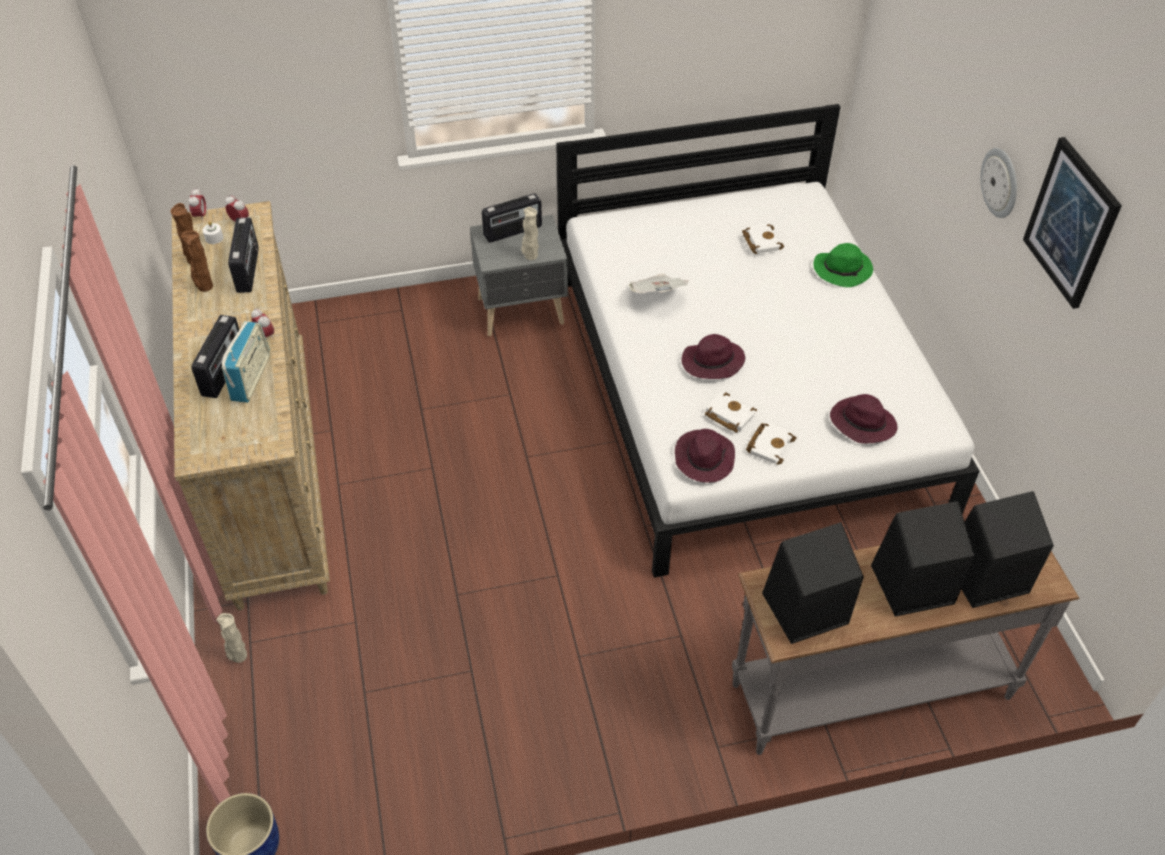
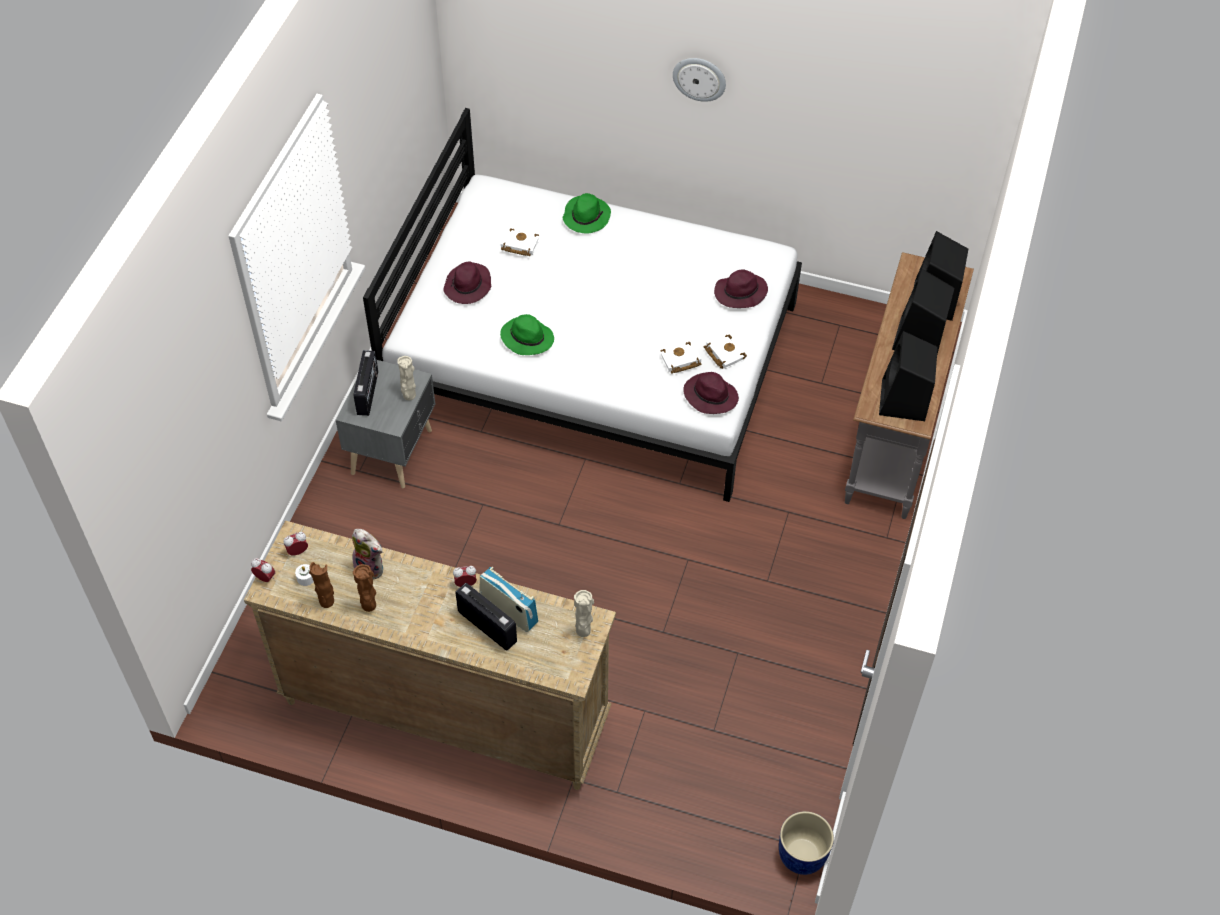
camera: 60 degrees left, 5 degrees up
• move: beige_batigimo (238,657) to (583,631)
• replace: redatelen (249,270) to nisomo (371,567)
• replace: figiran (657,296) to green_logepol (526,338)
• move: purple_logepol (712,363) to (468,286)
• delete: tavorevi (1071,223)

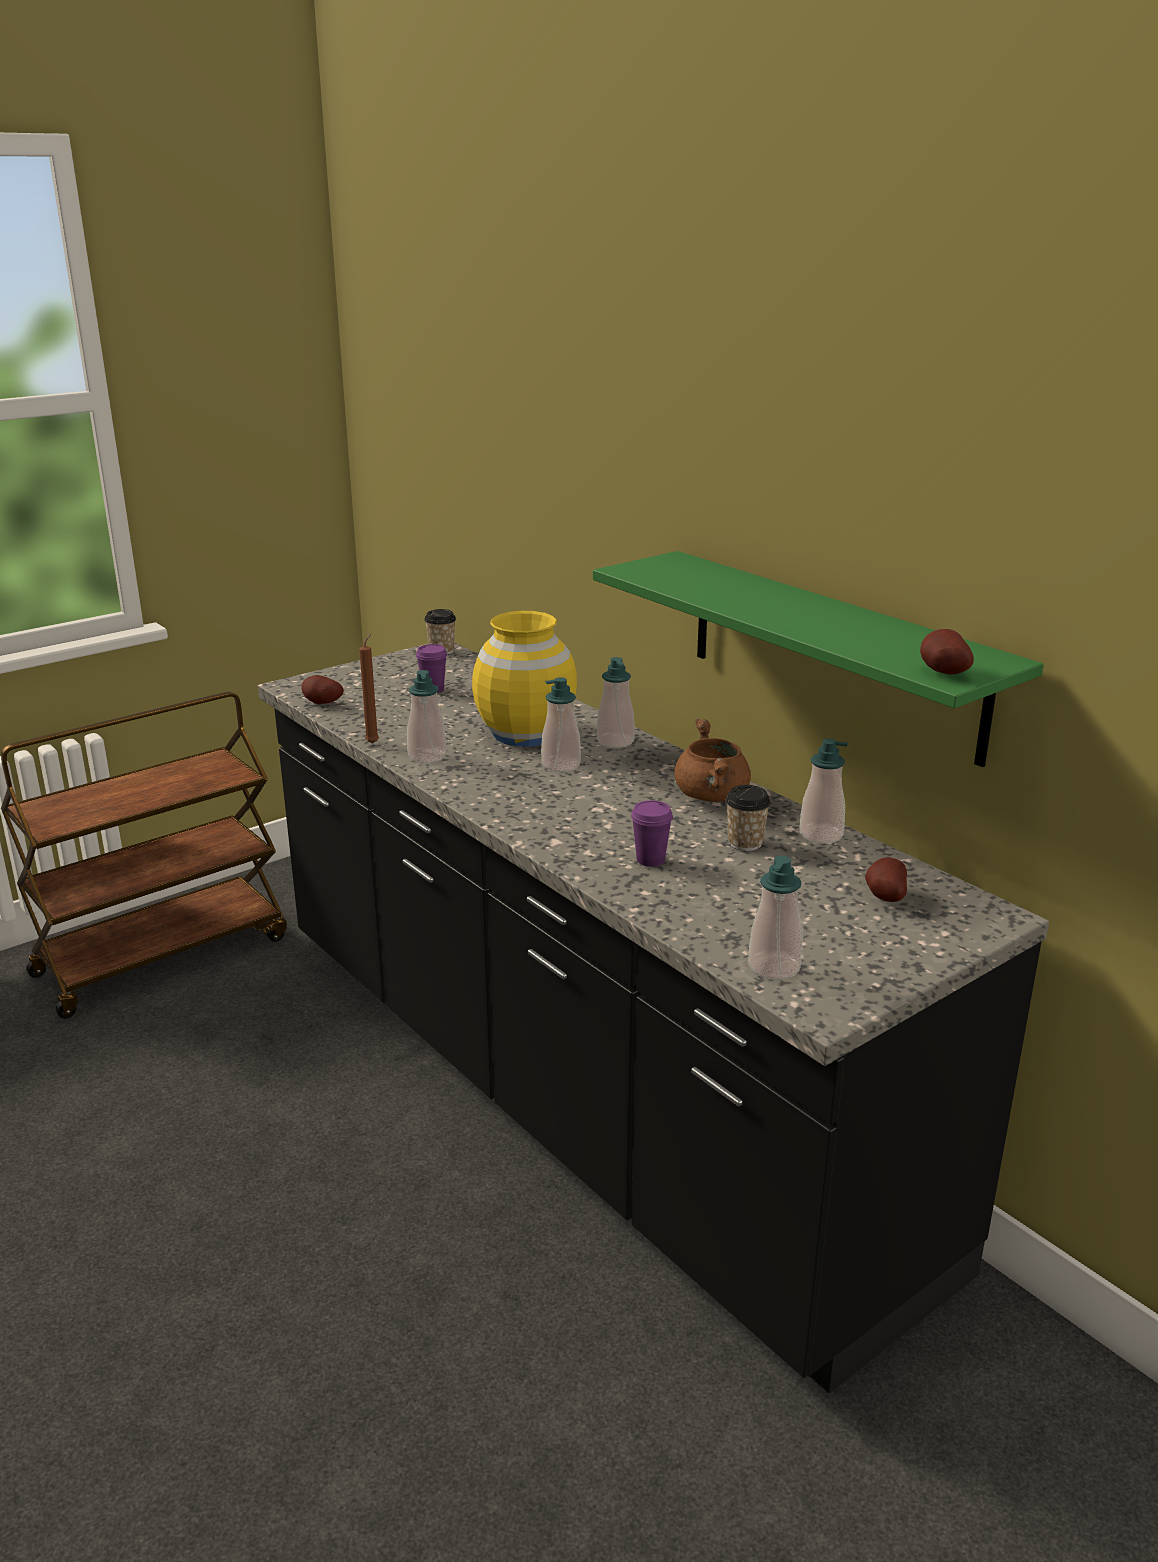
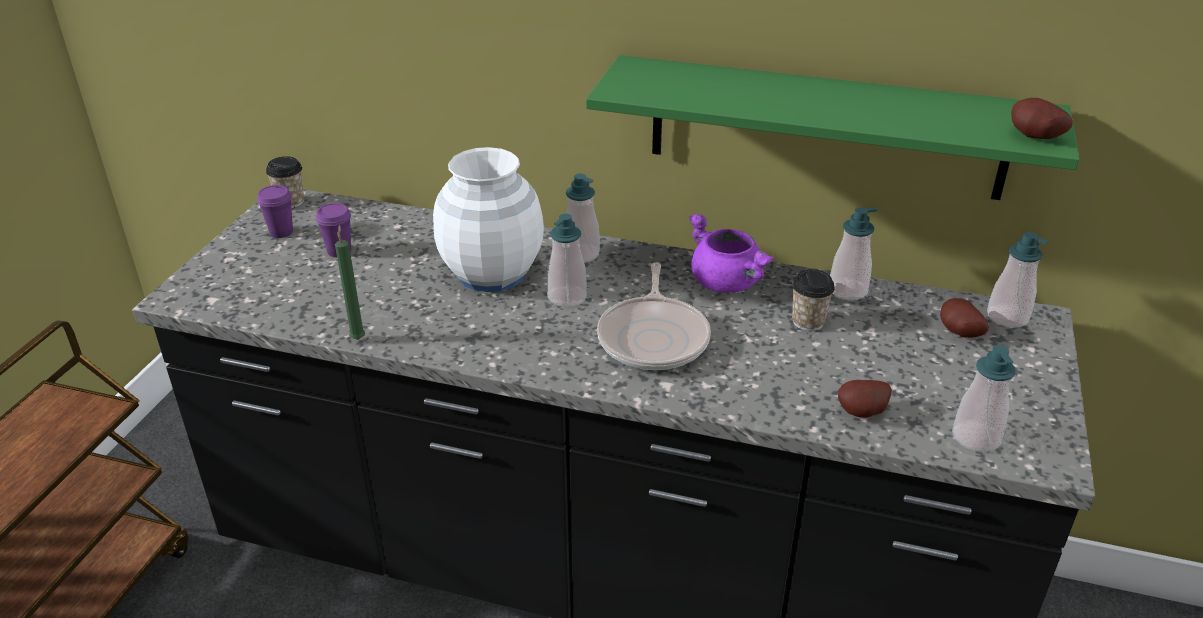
camera: 35 degrees left, 10 degrees up
• move: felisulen (321,703) to (863,414)
• recolor: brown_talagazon (373,742) to green_talagazon (358,338)
• move: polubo (427,756) to (1007,317)
• recolor: yellow_batigimo (525,733) to white_batigimo (491,273)
• move: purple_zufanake (650,860) to (281,232)
• recolor: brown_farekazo (713,796) to purple_farekazo (727,283)
• insert: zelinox (654,337)

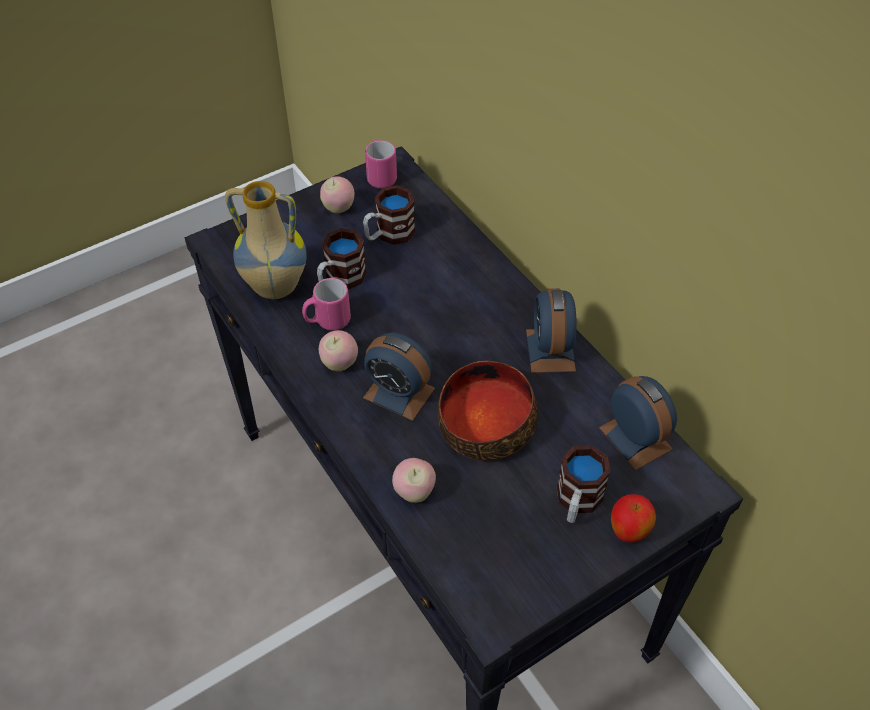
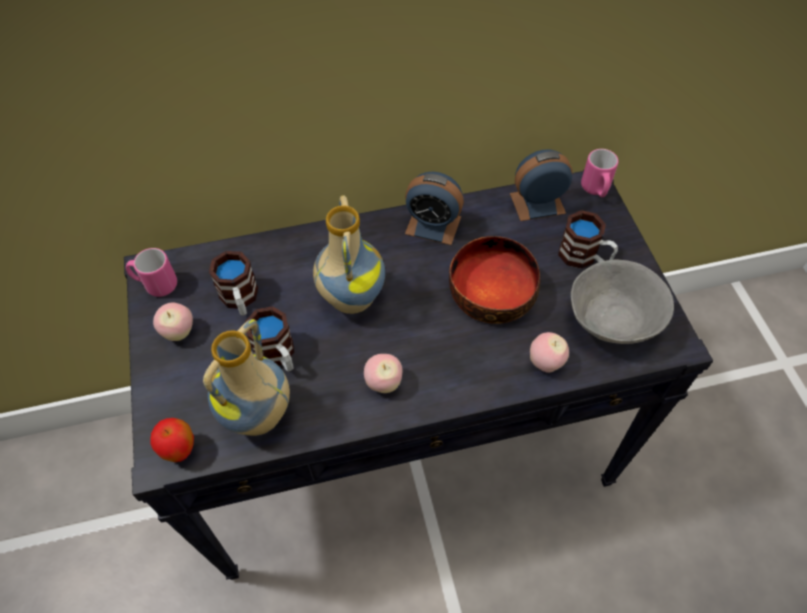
camera: 70 degrees left, 5 degrees up
• move: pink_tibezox (327,321) to (596,190)
• delete: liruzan (399,393)
• move: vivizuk (628,532) to (180,450)
• insert: batigimo (350,298)
• insert: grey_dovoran (612,320)

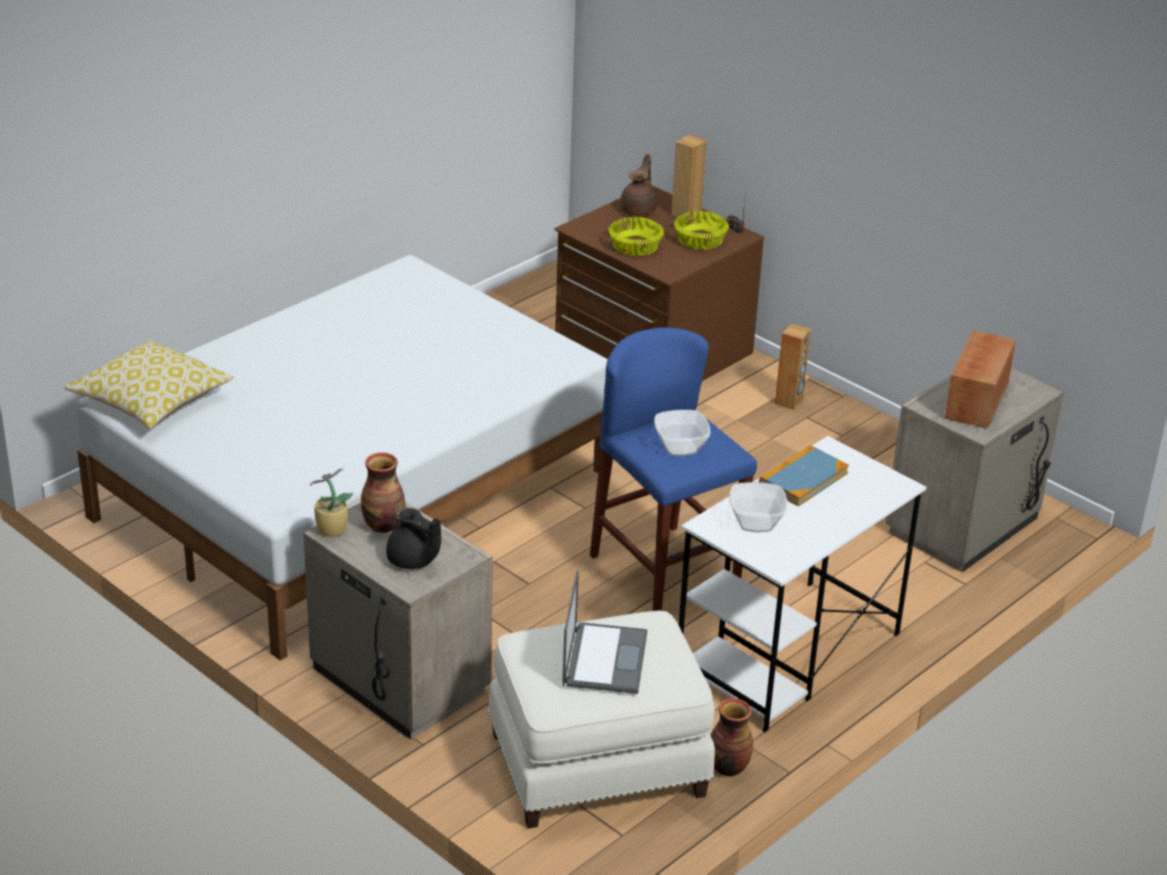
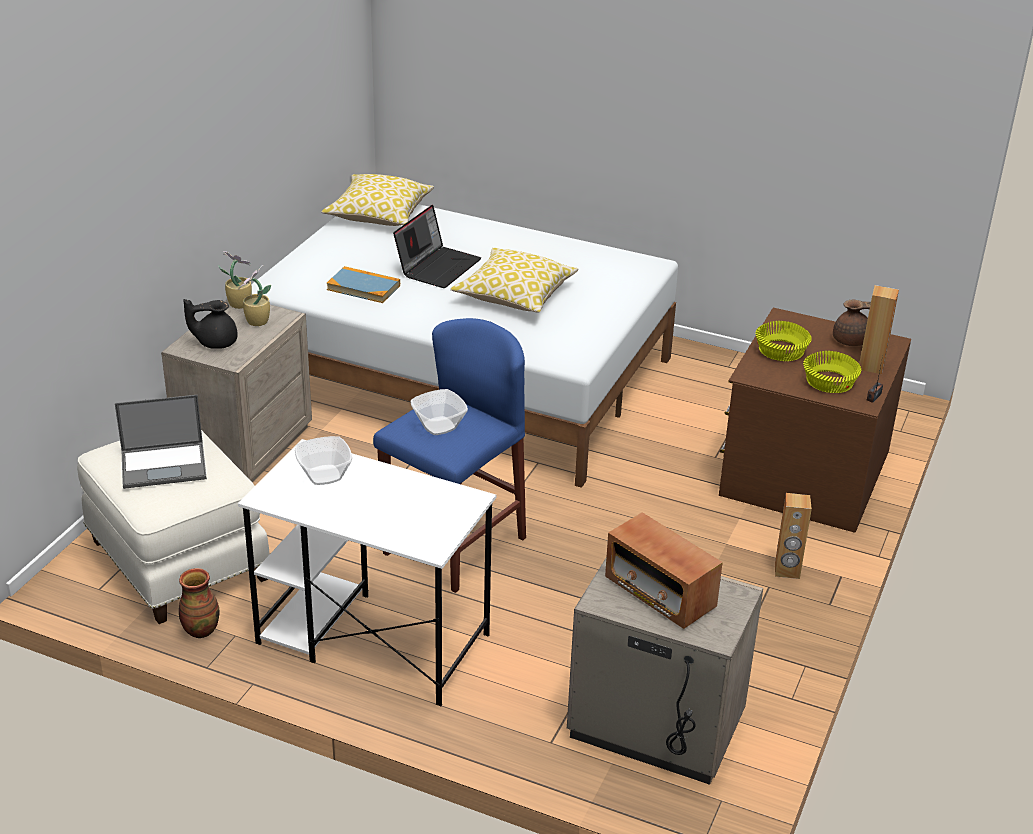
camera: 70 degrees right, 0 degrees up
• replace: batigimo (384,525) to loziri (256,322)
• rotate: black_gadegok (413,561) = (215,342) 60 degrees clockwise
• move: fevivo (803,479) to (363,287)
• rotate: redatelen (976,401) = (659,593) 135 degrees counterclockwise
• insert: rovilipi (438,266)
• insert: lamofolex (514,295)

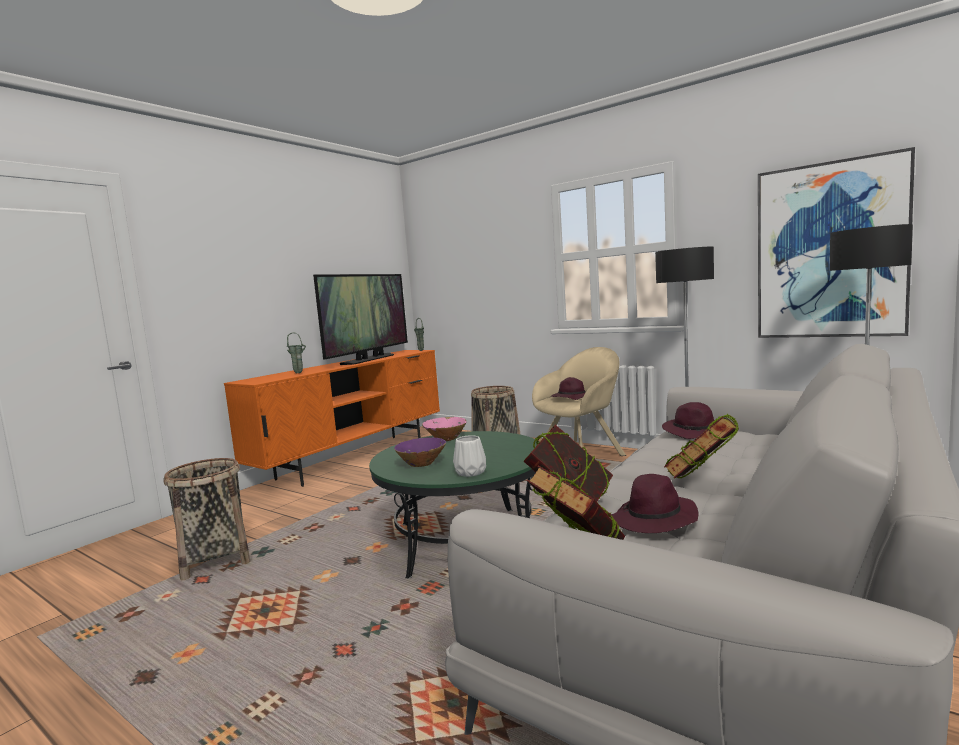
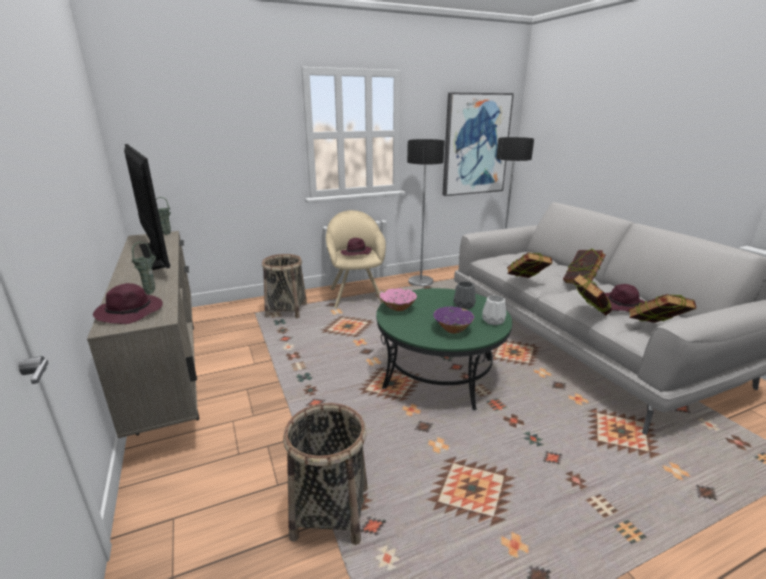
camera: 60 degrees left, 15 degrees up
• recolor: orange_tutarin (355,458) to beige_tutarin (170,371)
• move: purple_logepol (695,432) to (131,312)
• insert: grey_batigimo (464,305)
• insert: fevivo (526,282)

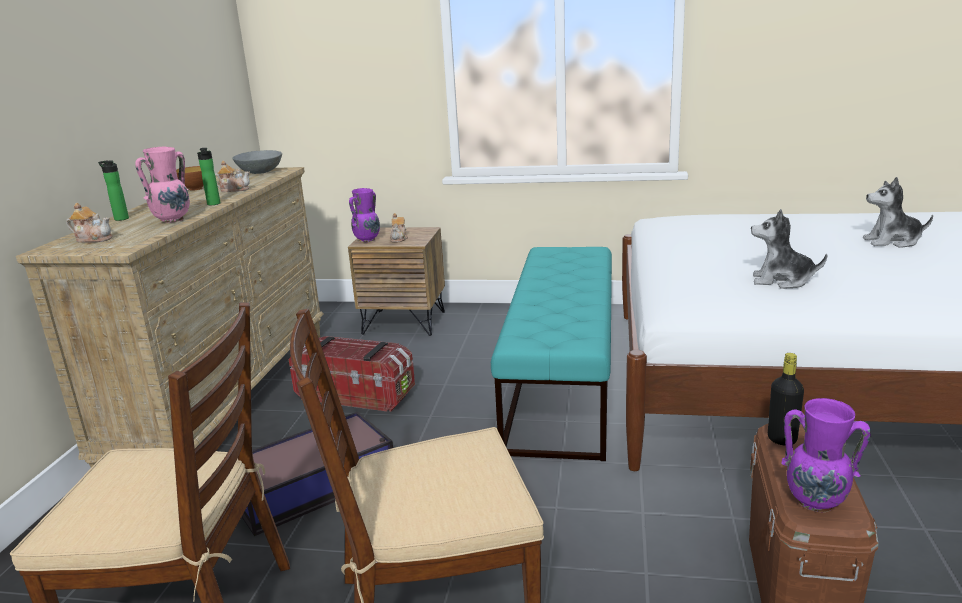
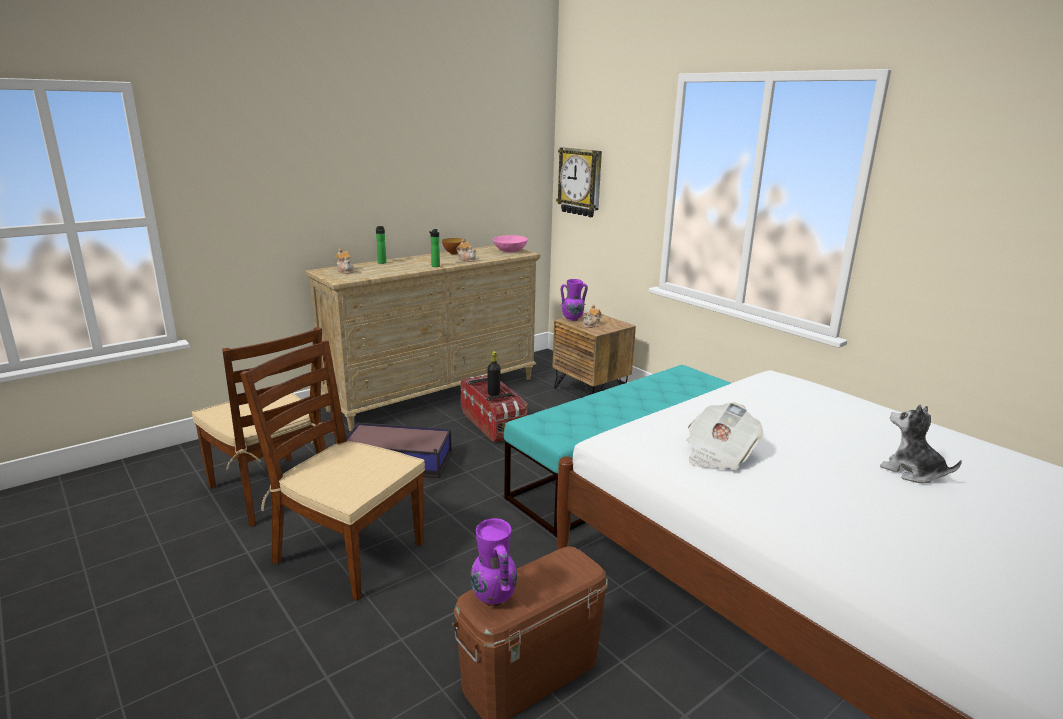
camera: 40 degrees right, 0 degrees up
• delete: pink_batigimo (173,220)
• recolor: grey_dovoran (259,172) to pink_dovoran (509,251)
• replace: nisomo (781,281) to figiran (718,454)
• move: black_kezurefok (782,439) to (493,393)
• insert: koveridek (580,182)

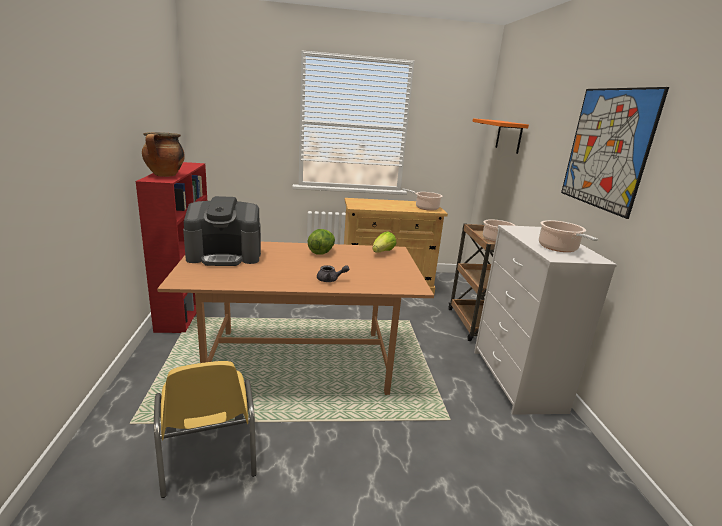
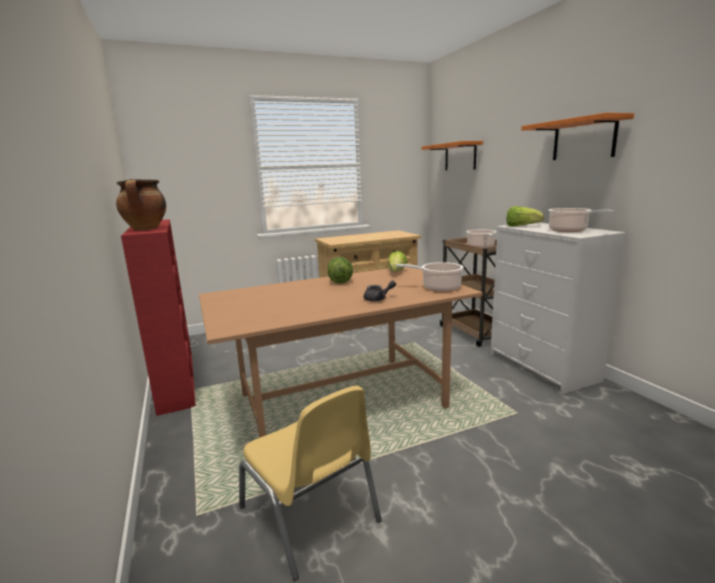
camera: 15 degrees left, 5 degrees down
• delete: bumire (225,255)
• move: farekazo (425,208) to (438,288)
• replace: tavorevi (607,149) to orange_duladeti (583,139)
• insert: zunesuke (521,226)

